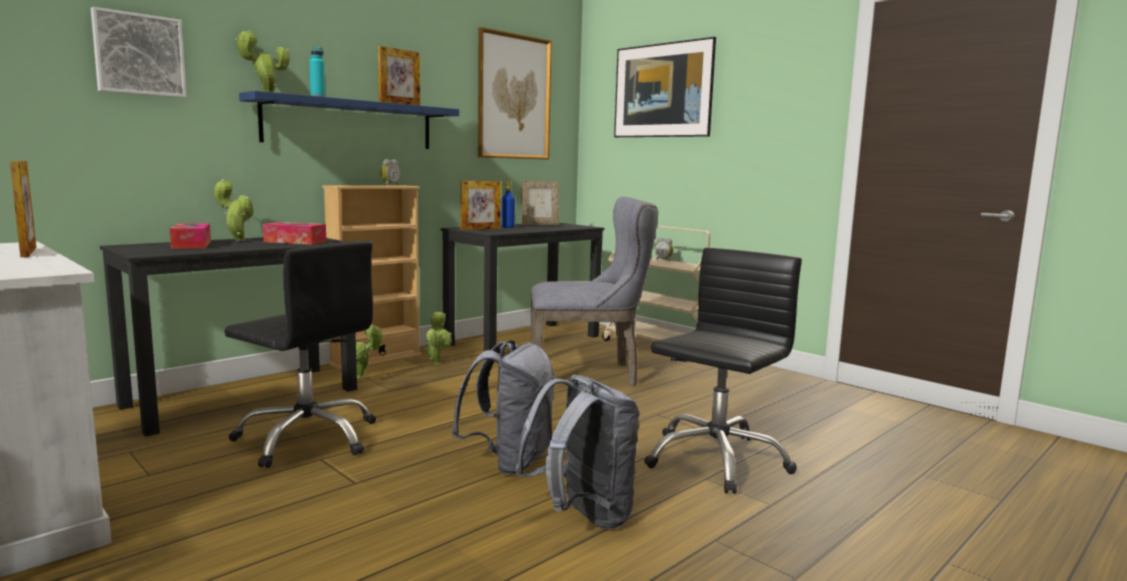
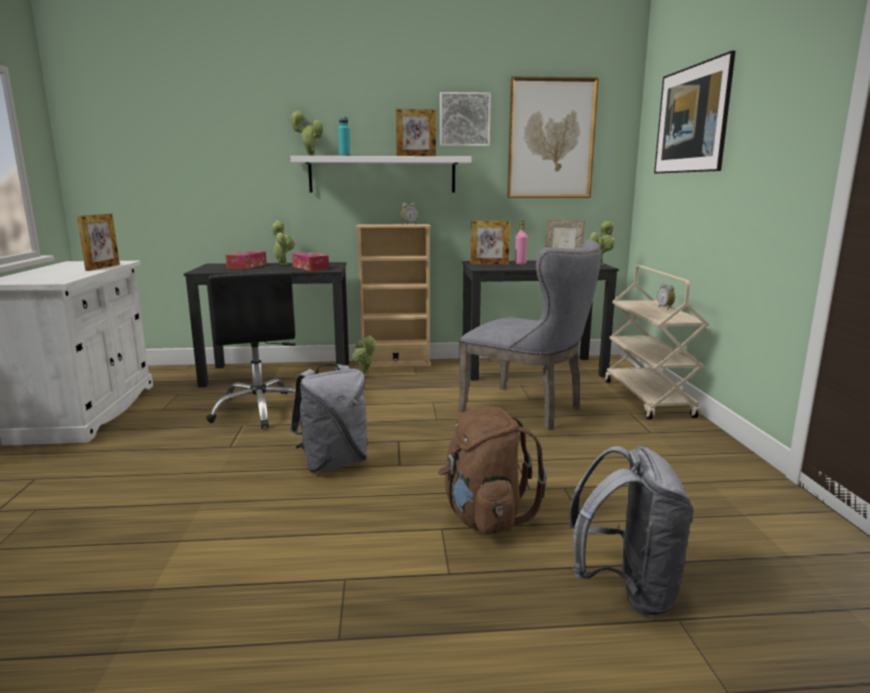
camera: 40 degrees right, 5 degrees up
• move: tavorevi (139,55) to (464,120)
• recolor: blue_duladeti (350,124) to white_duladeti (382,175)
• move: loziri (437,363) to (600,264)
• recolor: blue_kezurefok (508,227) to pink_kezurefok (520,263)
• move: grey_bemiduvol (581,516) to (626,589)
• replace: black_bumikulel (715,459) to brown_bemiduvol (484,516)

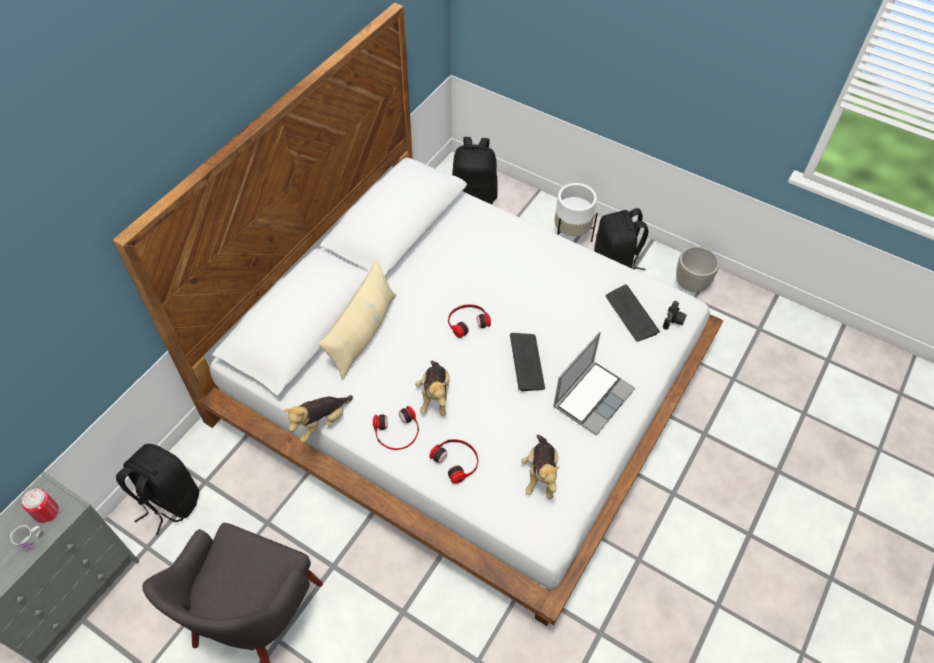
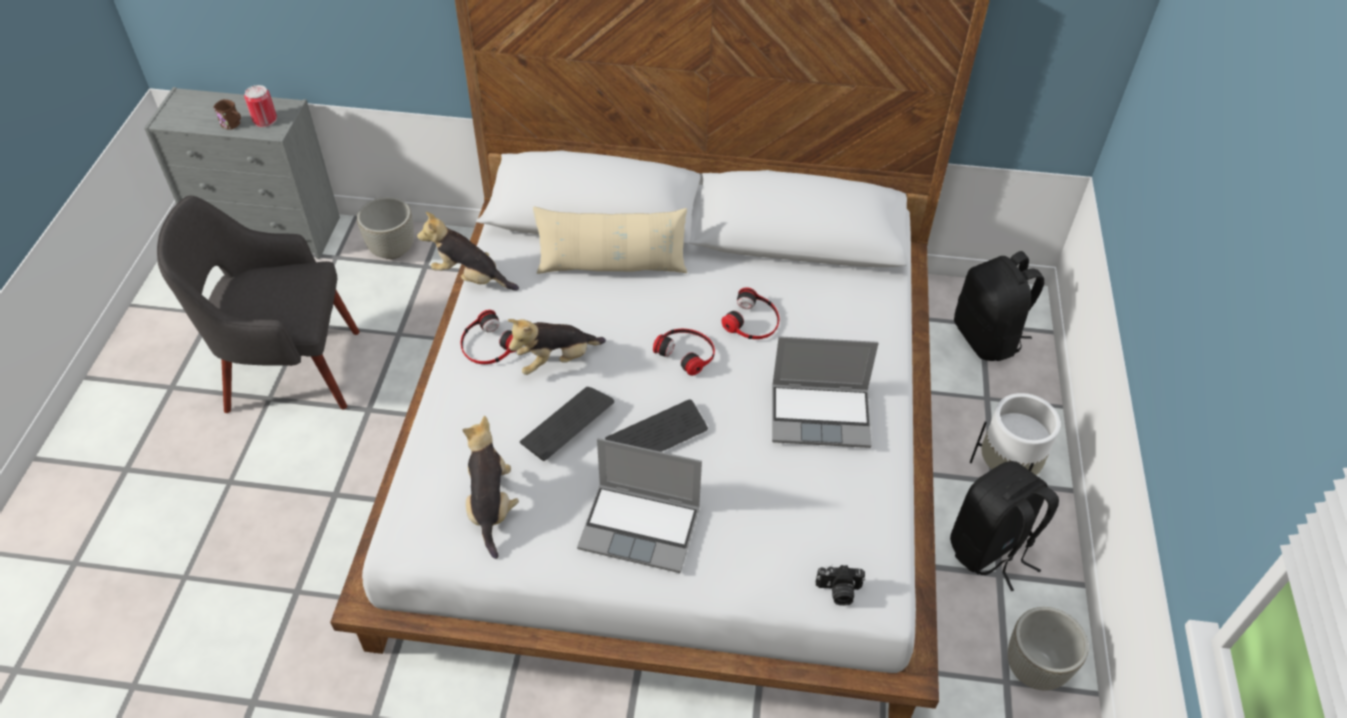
camera: 65 degrees right, 5 degrees down
• recolor: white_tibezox (33,541) to brown_tibezox (233,125)
• replace: black_bemiduvol (169,501) to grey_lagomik (392,250)
• move: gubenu (456,460) to (753,321)
• rotate: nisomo (540,474) = (491,505) 105 degrees clockwise
• move: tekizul (631,314) to (567,424)
• insert: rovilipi (821,415)

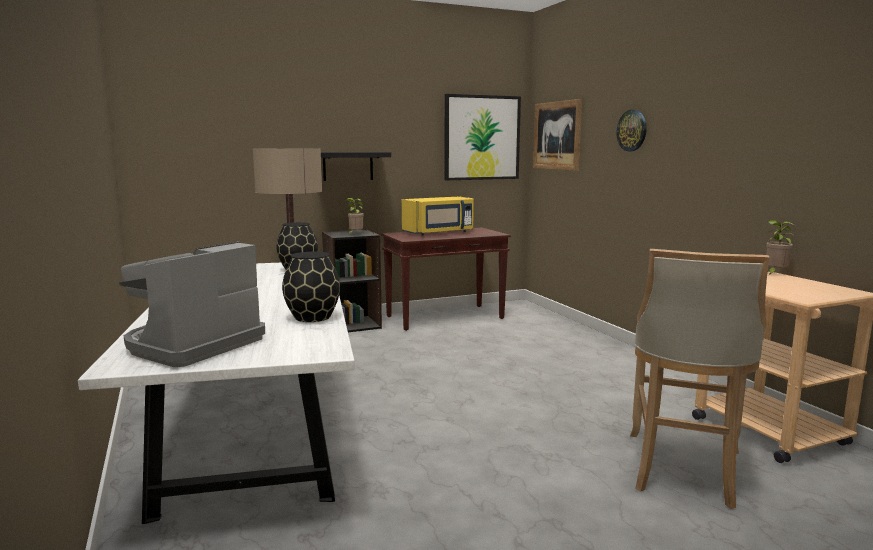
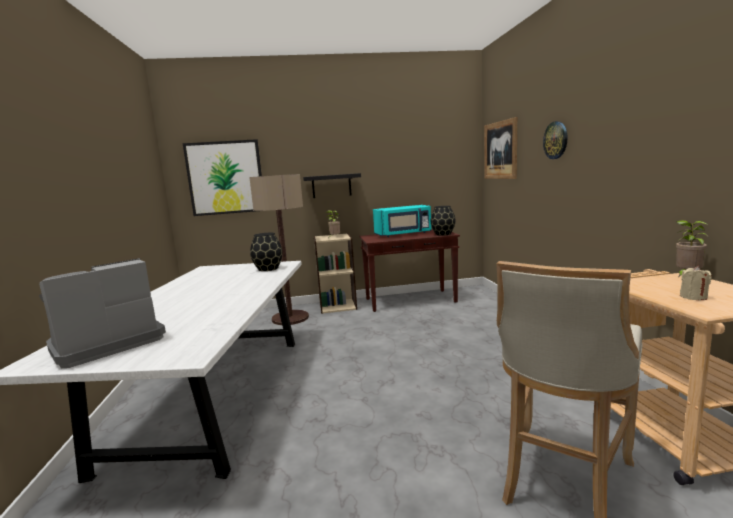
camera: 15 degrees right, 0 degrees up
• move: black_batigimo (312,317) to (443,234)
• recolor: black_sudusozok (353,324) to beige_sudusozok (338,306)
• recolor: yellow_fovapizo (439,232) to turquoise_fovapizo (403,234)
• move: tavorevi (482,138) to (225,178)
• insert: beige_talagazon (693,297)

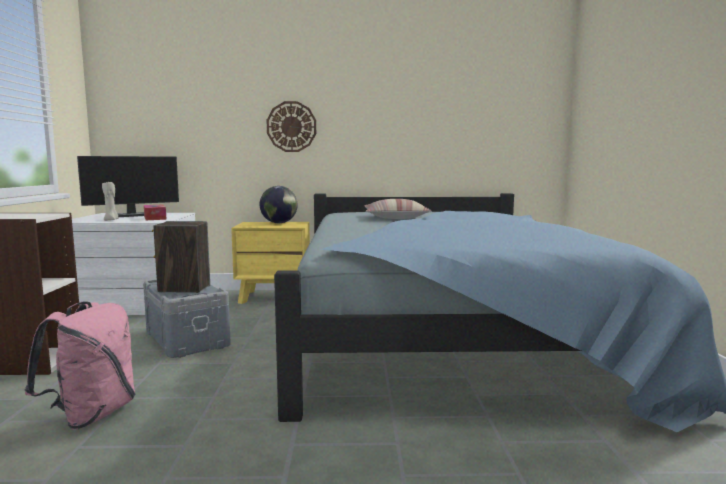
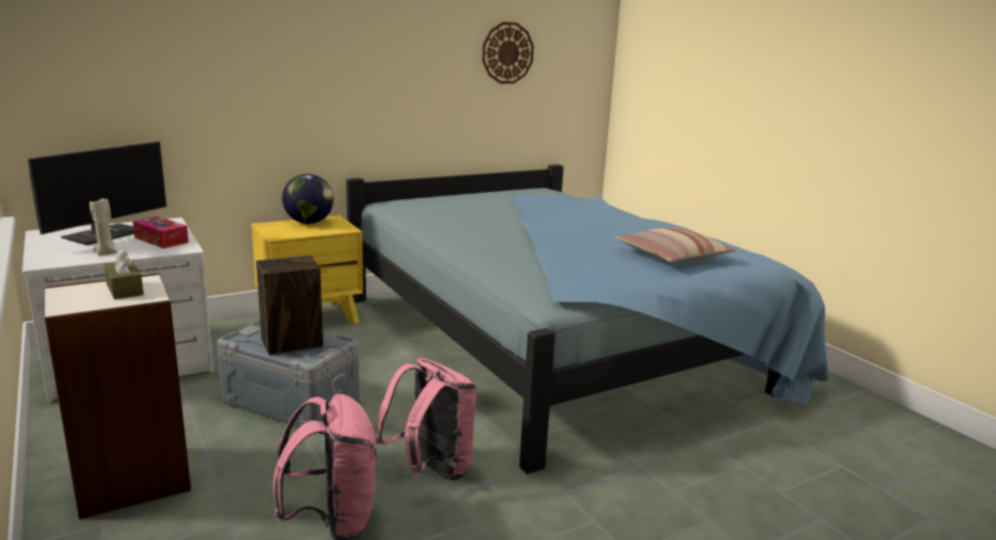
camera: 30 degrees left, 10 degrees up
• move: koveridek (291,126) to (507,53)
• move: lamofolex (396,218) to (672,256)
• insert: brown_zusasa (124,289)
• insert: pink_bemiduvol (431,470)

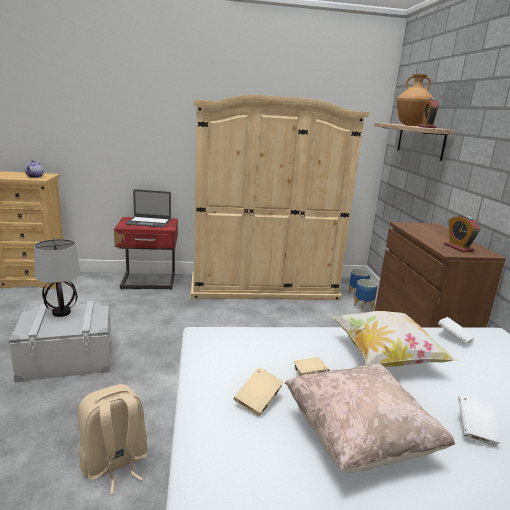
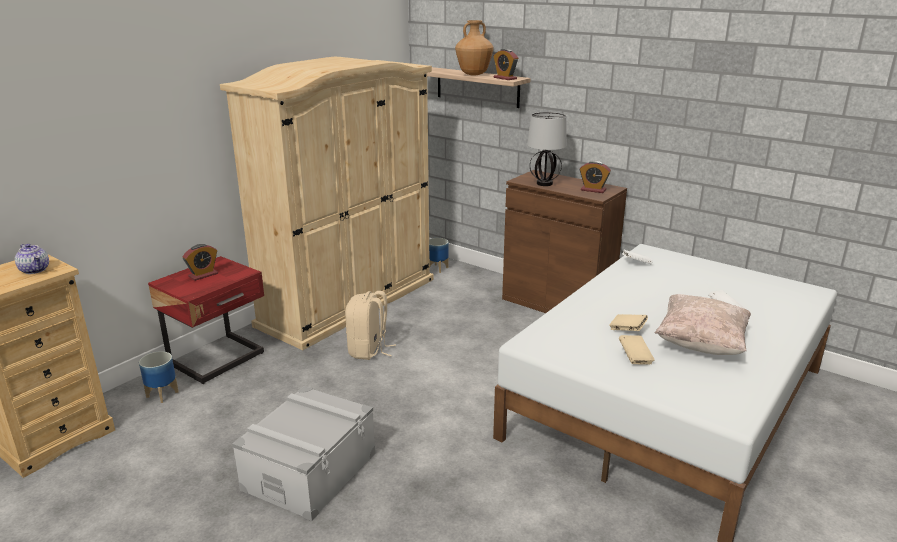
camera: 45 degrees left, 5 degrees up
• move: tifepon (62,312) to (544,183)
• move: beige_bemiduvol (114,464) to (368,350)
• replace: rovilipi (148,222) to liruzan (203,275)
• delete: lamofolex (385,357)
• move: lagomik (363,307) to (162,394)

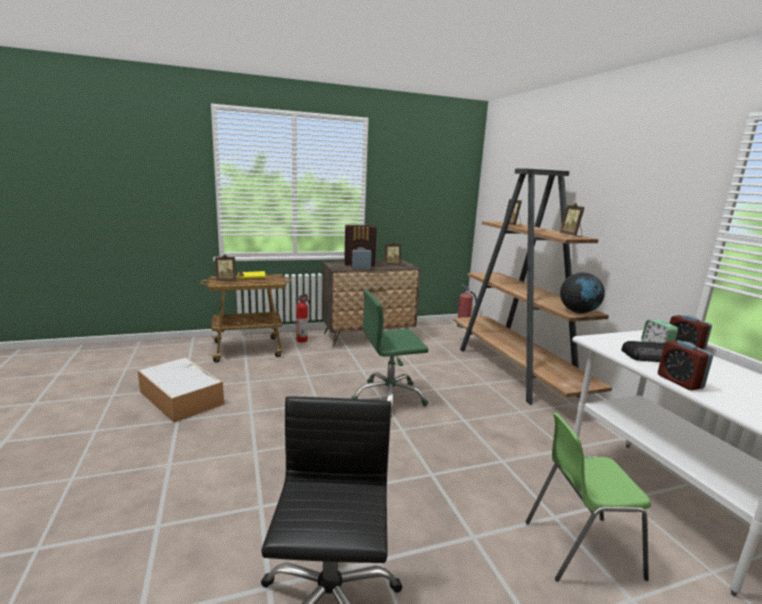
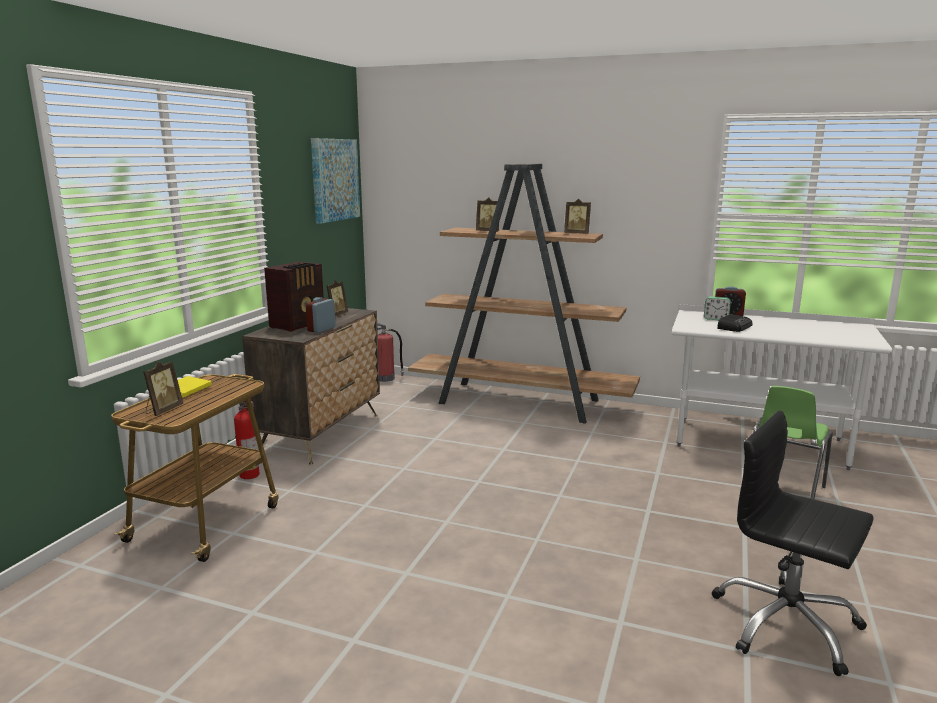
camera: 50 degrees left, 0 degrees up
• delete: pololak (180,397)
• delete: green_bumikulel (389,397)
• delete: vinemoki (578,312)
• delete: liruzan (679,382)
• insert: tavorevi (334,180)

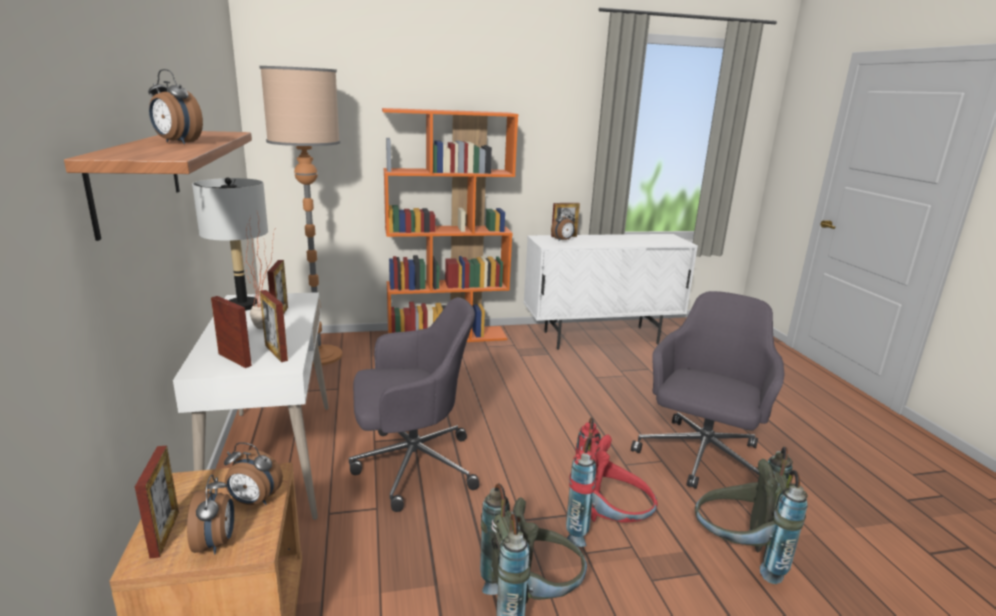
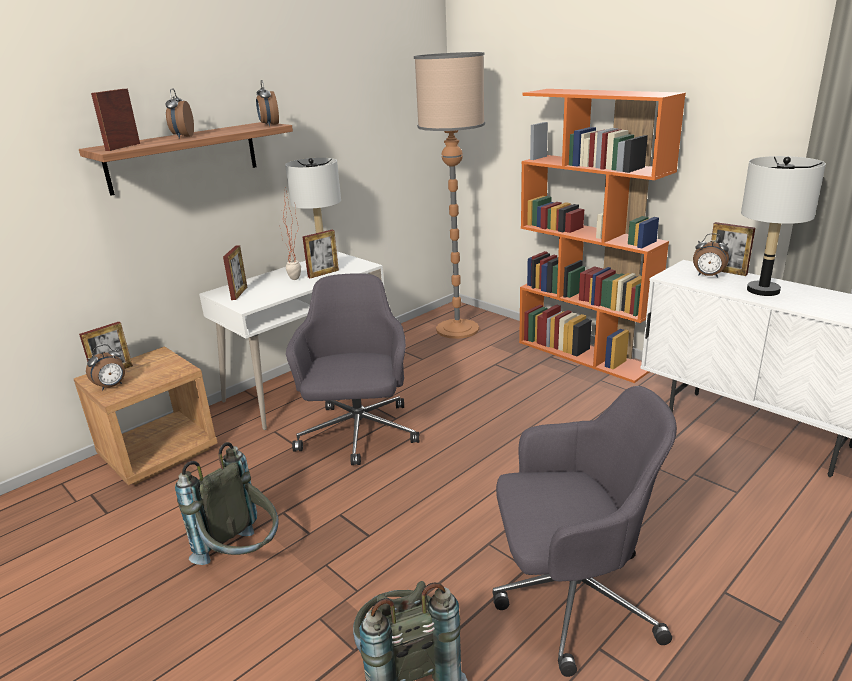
camera: 60 degrees right, 5 degrees up
• move: liruzan (254,501) to (269,125)
• move: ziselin (276,353) to (123,147)
• rotate: grey_bumikulel (411,465) = (358,434) 135 degrees counterclockwise
• delete: red_bemiduvol (605,530)
• insert: grey_tifepon (763,290)

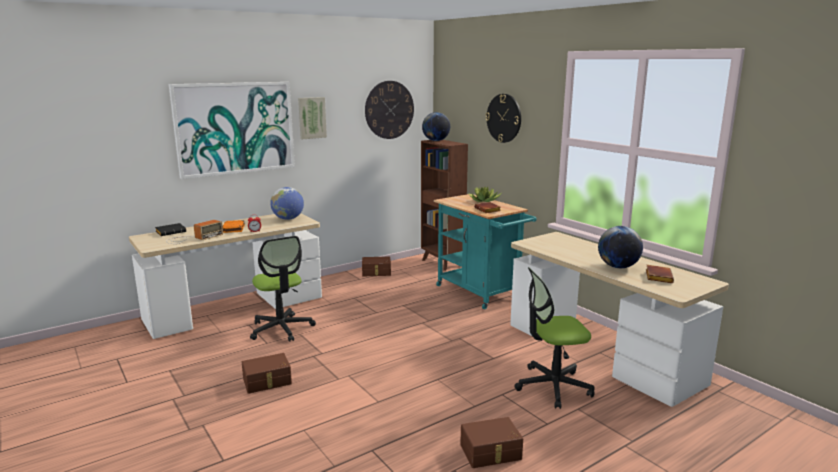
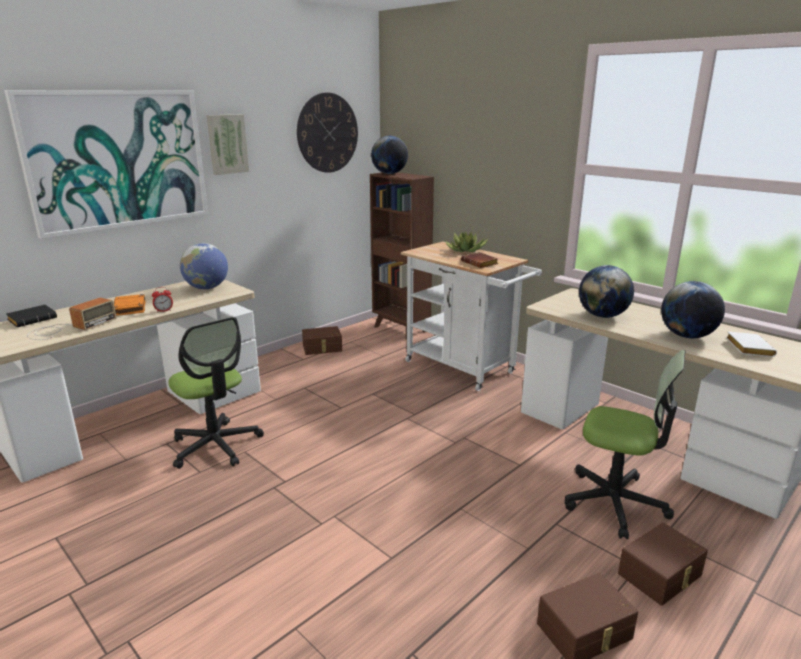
camera: 10 degrees left, 5 degrees up
• move: brown_pololak (267,382) to (661,575)
• recolor: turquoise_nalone (481,294) to white_nalone (465,369)
• delete: koveridek (504,118)
• rotate: bumikulel (552,386) = (615,502) 135 degrees counterclockwise
• recolor: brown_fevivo (657,277) to white_fevivo (747,348)
• insert: vinemoki (602,316)

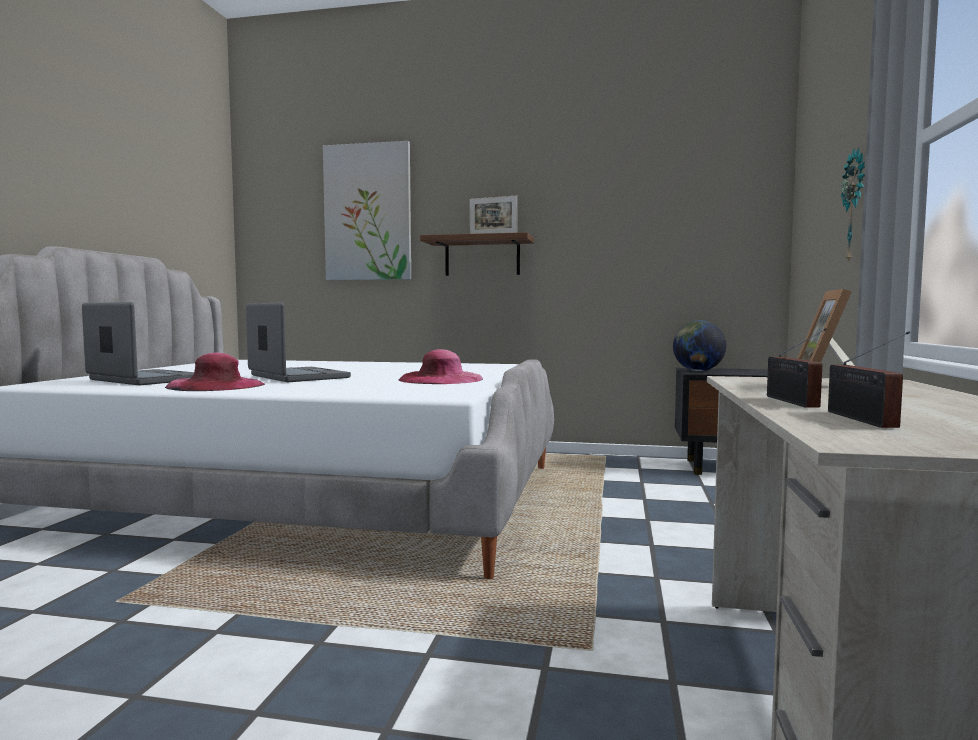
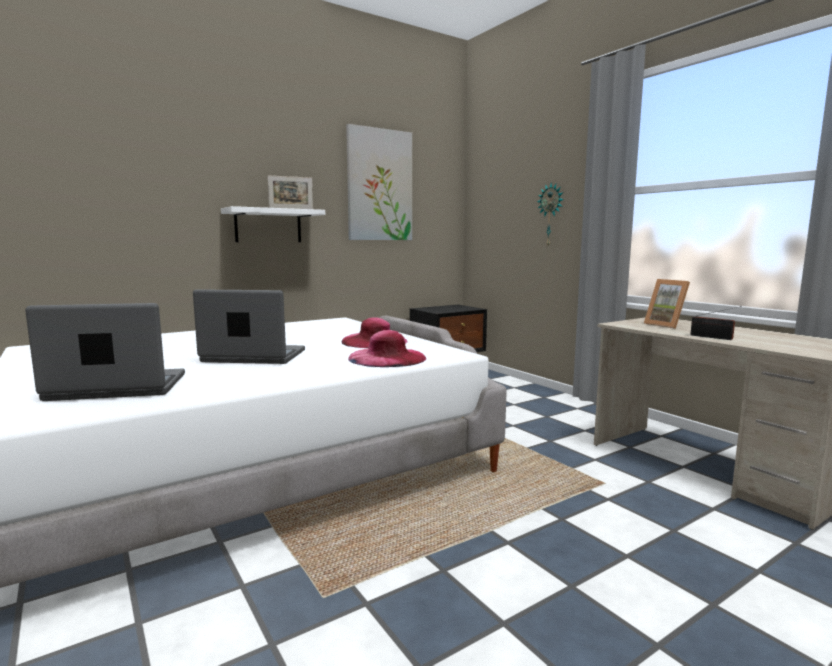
camera: 45 degrees left, 5 degrees up
• move: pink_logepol (216,385) to (387,358)
• move: tavorevi (368,212) to (379,185)
• recolor: brown_duladeti (482,257) to white_duladeti (268,226)
• delete: vinemoki (698,371)
• delete: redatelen (863,420)

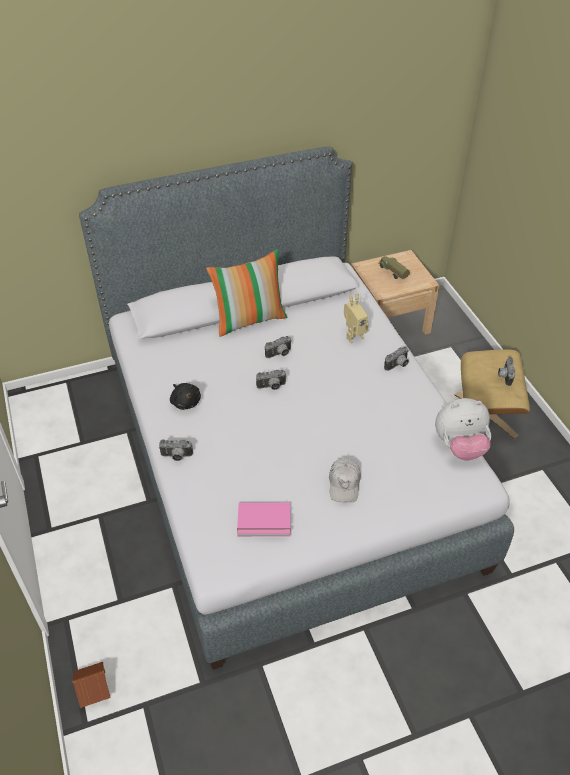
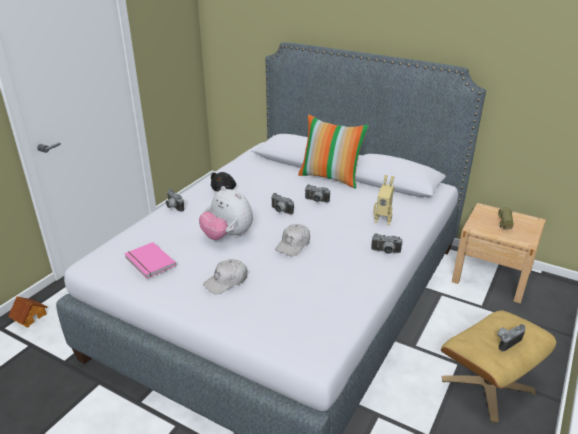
camera: 50 degrees right, 15 degrees down
• move: nisomo (459,446) to (227,236)
• insert: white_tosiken (293,245)

